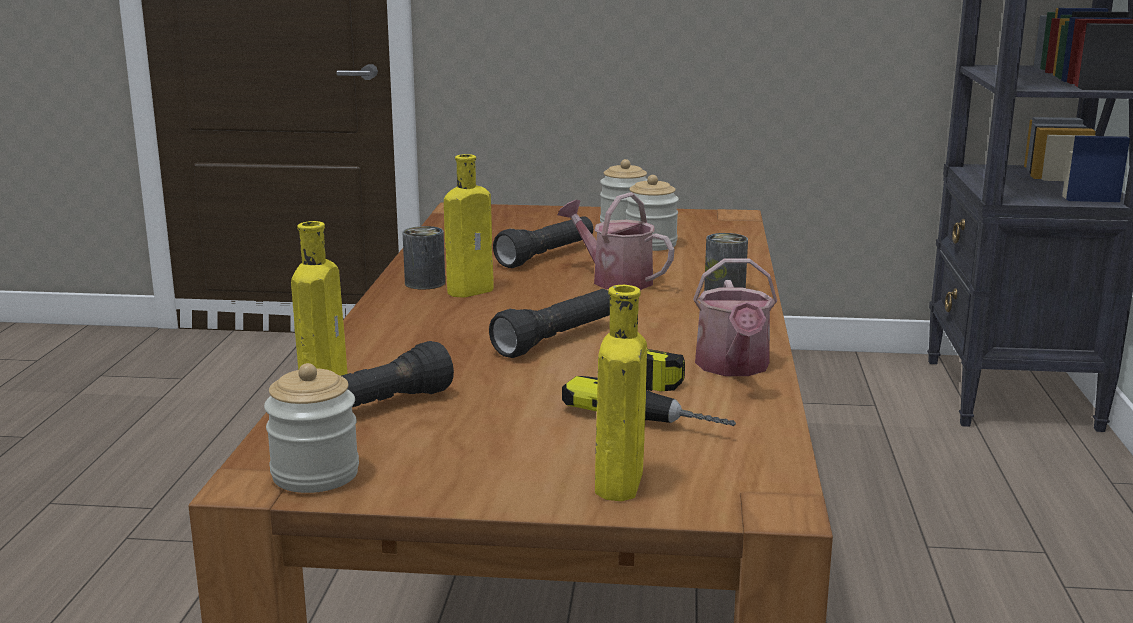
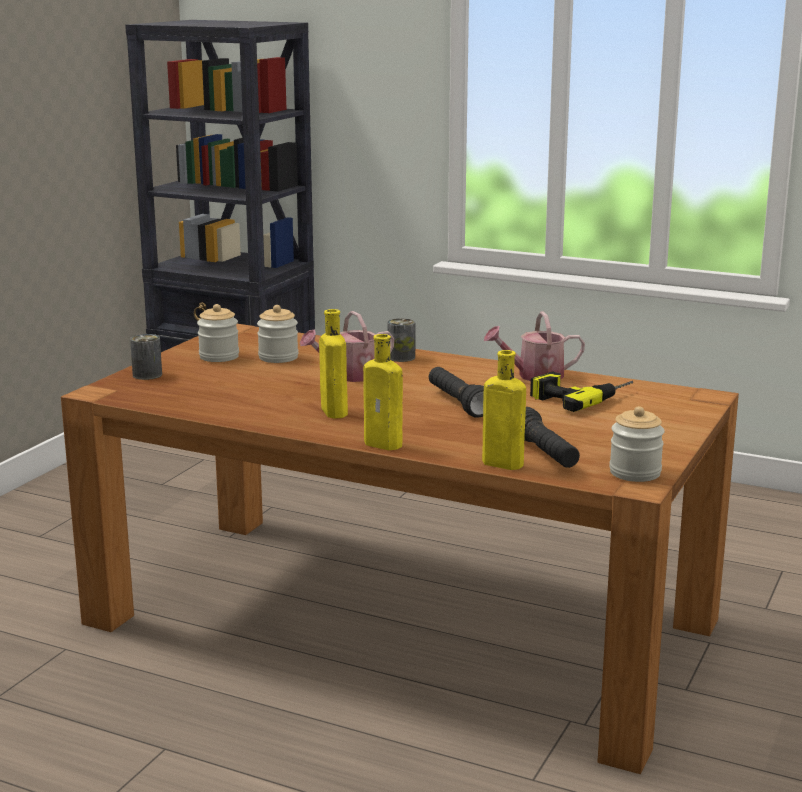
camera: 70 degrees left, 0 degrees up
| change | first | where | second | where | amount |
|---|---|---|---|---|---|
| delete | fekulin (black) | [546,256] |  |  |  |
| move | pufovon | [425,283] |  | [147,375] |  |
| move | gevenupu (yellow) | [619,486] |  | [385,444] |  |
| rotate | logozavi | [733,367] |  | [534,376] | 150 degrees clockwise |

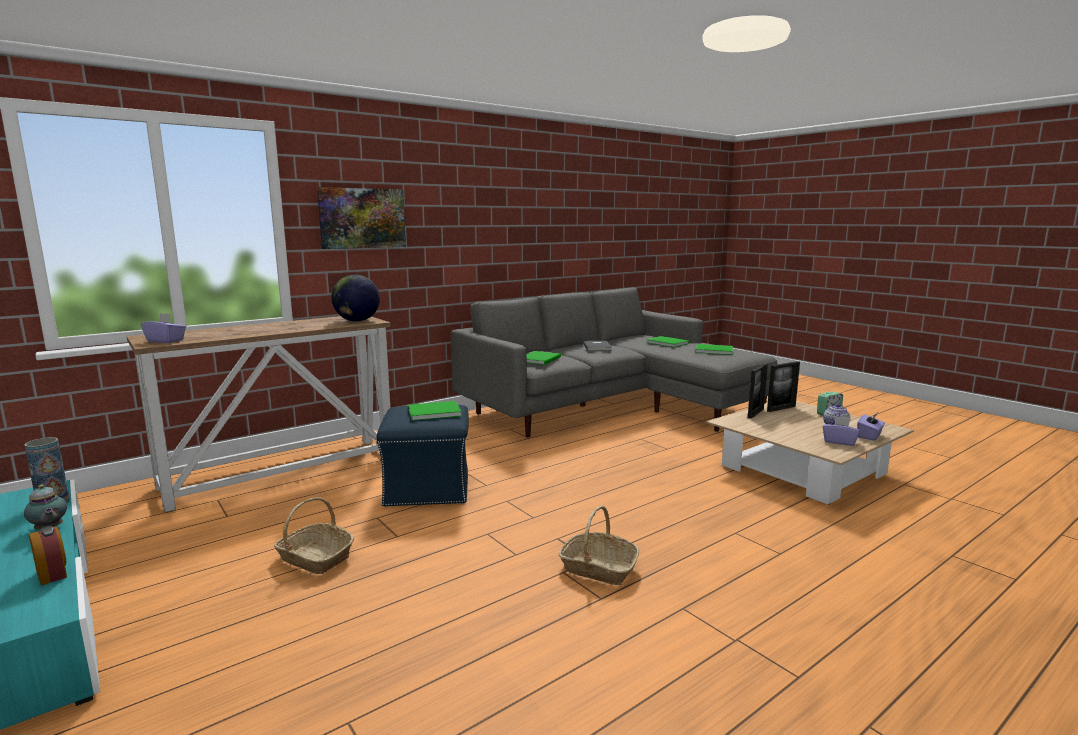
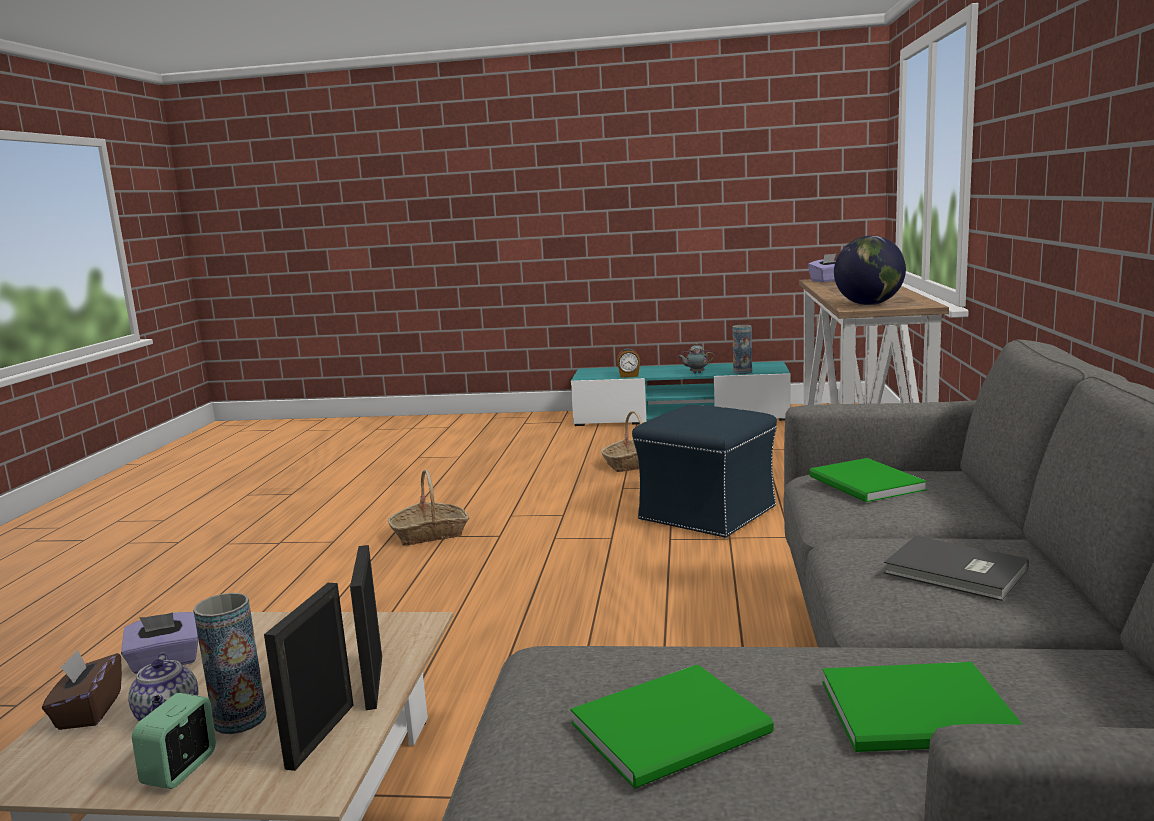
camera: 135 degrees right, 0 degrees up
| change | first | where | second | where | amount |
|---|---|---|---|---|---|
| delete | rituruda | [362,218] |  |  |  |
| delete | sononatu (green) | [432,412] |  |  |  |
| insert |  |  | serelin | [240,719] |  |
| recolor | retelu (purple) | [869,436] | retelu (brown) | [88,711] |  |

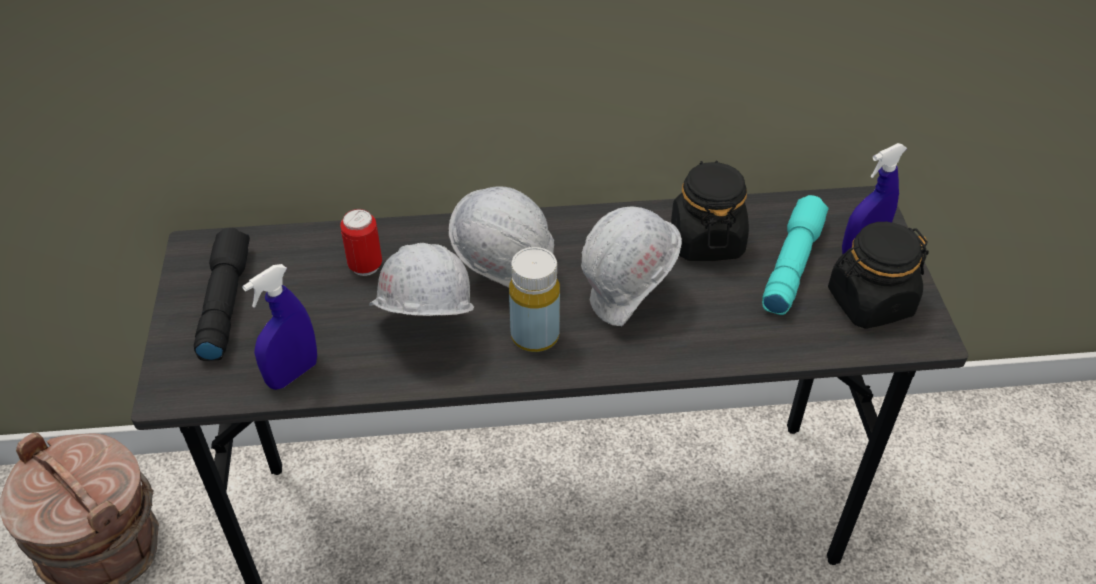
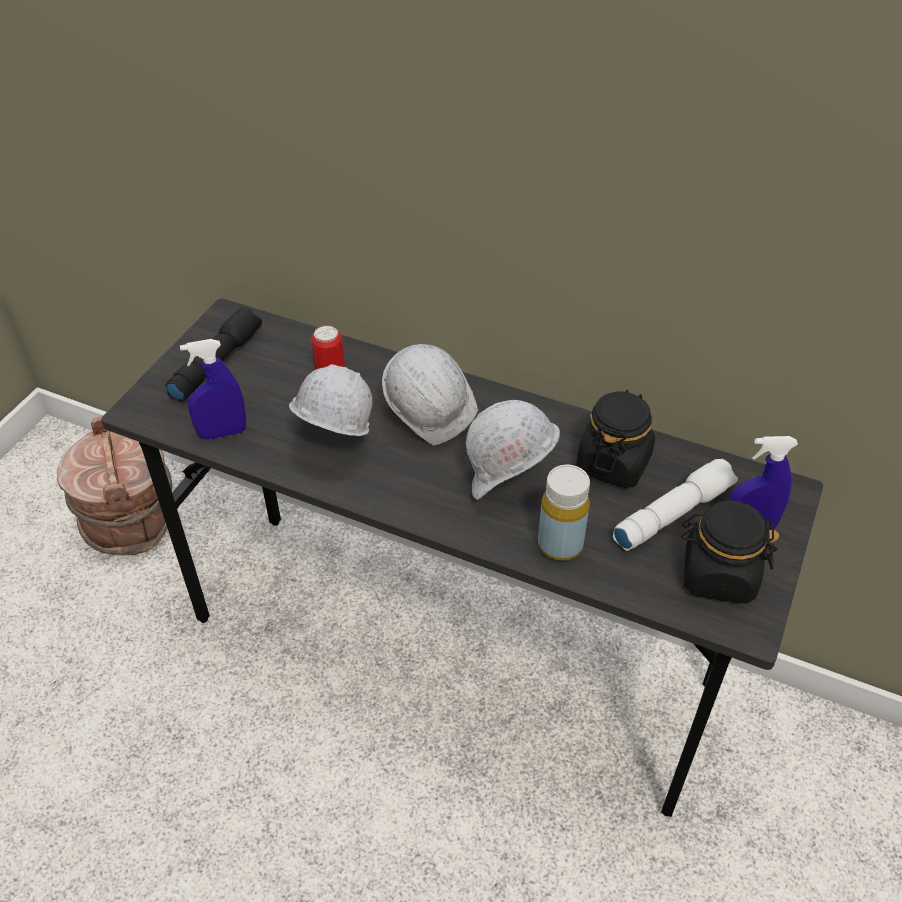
camera: 30 degrees right, 0 degrees up
| change | first | where | second | where | amount |
|---|---|---|---|---|---|
| move | gevenupu (yellow) | [535,336] |  | [560,544] |  |
| recolor | fekulin (turquoise) | [791,263] | fekulin (white) | [672,512] |  |

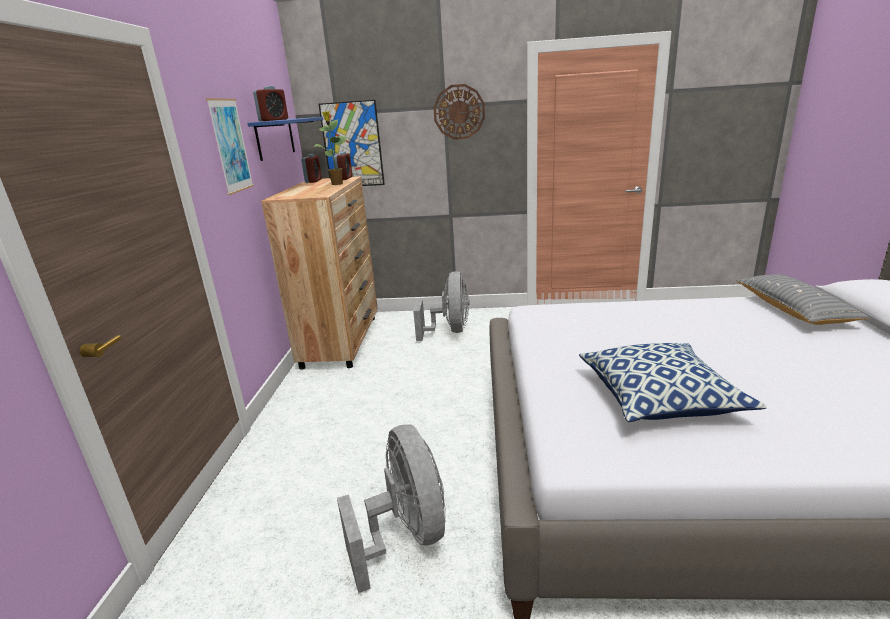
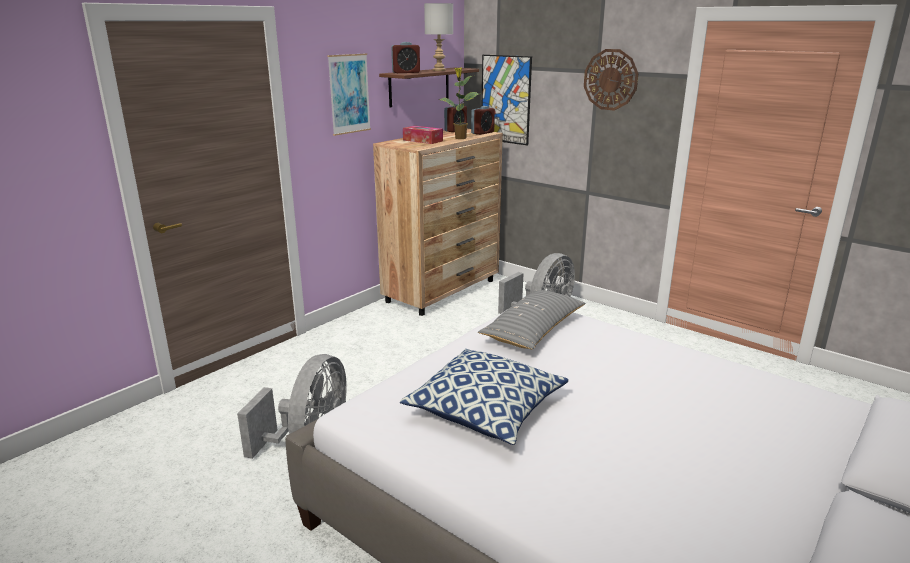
camera: 35 degrees right, 0 degrees up
| change | first | where | second | where | amount |
|---|---|---|---|---|---|
| insert |  |  | retelu | [422,140] |  |
| insert |  |  | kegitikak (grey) | [439,70] |  |
| move | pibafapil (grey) | [793,310] |  | [533,330] |  |
| recolor | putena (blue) | [275,138] | putena (brown) | [419,86] |  |

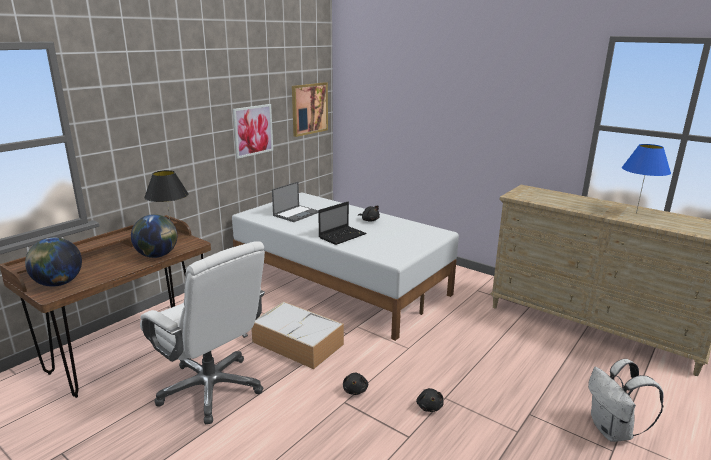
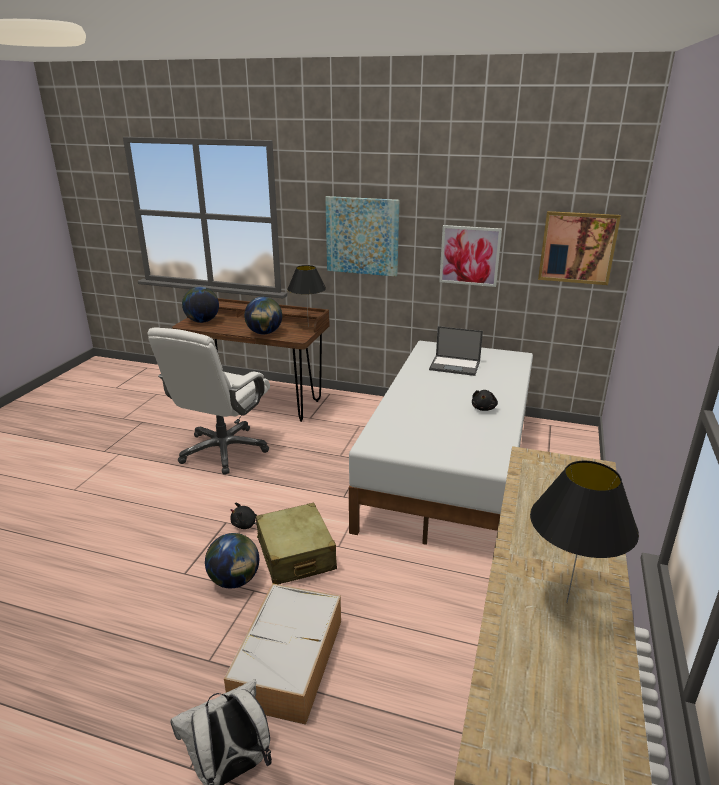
camera: 70 degrees right, 5 degrees up
| change | first | where | second | where | amount |
|---|---|---|---|---|---|
| delete | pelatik | [343,236] |  |  |  |
| insert |  |  | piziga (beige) | [295,555] |  |
| insert |  |  | rituruda | [362,236] |  |
| move | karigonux | [299,343] |  | [288,662] |  |
| replace | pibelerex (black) | [429,406] | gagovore | [235,580] |  |
| recolor | kegitikak (blue) | [636,213] | kegitikak (black) | [566,602] |  |

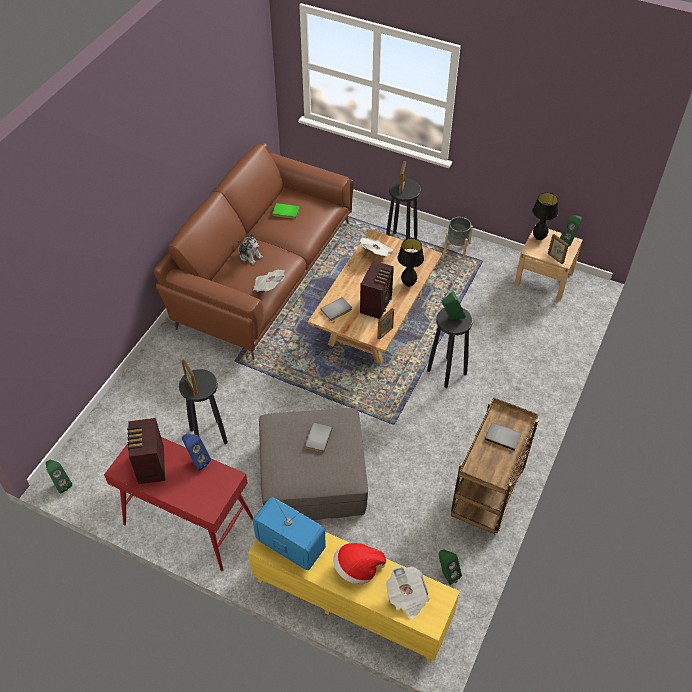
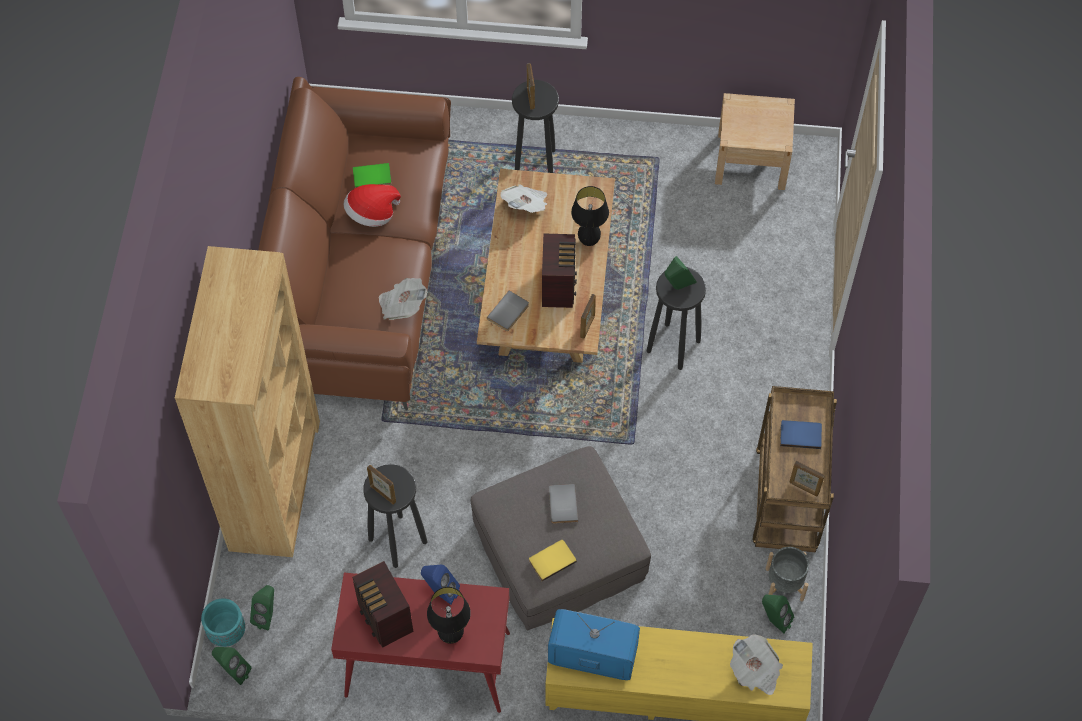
camera: 20 degrees left, 10 degrees up
| change | first | where | second | where | amount |
|---|---|---|---|---|---|
| delete | pibelerex | [250,256] |  |  |  |
| insert |  |  | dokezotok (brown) | [275,484] |  |
| insert |  |  | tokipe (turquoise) | [226,632] |  |
| insert |  |  | sononatu (yellow) | [551,560] |  |
| move | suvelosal | [357,569] |  | [372,214] |  |
| move | tokipe (grey) | [457,247] |  | [784,584] |  |
| move | kegitikak (black) | [539,237] |  | [451,635] |  |
| move | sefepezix | [555,258] |  | [804,488] |  |
| move | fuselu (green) | [569,240] |  | [267,615] |  |
| recolor | sononatu (grey) | [503,436] | sononatu (blue) | [800,434] |  |

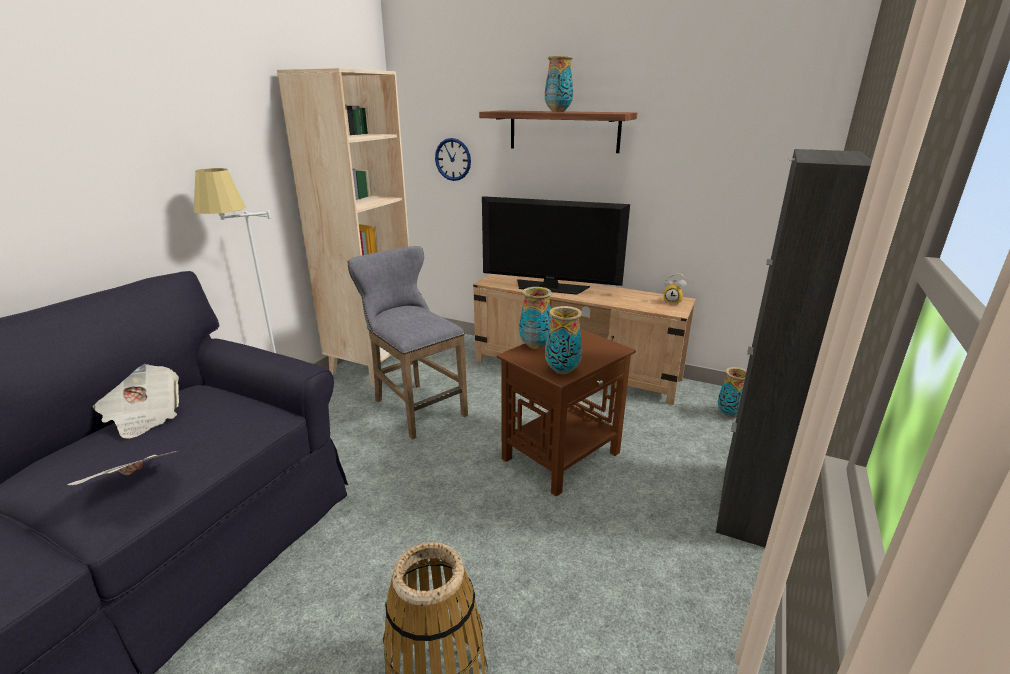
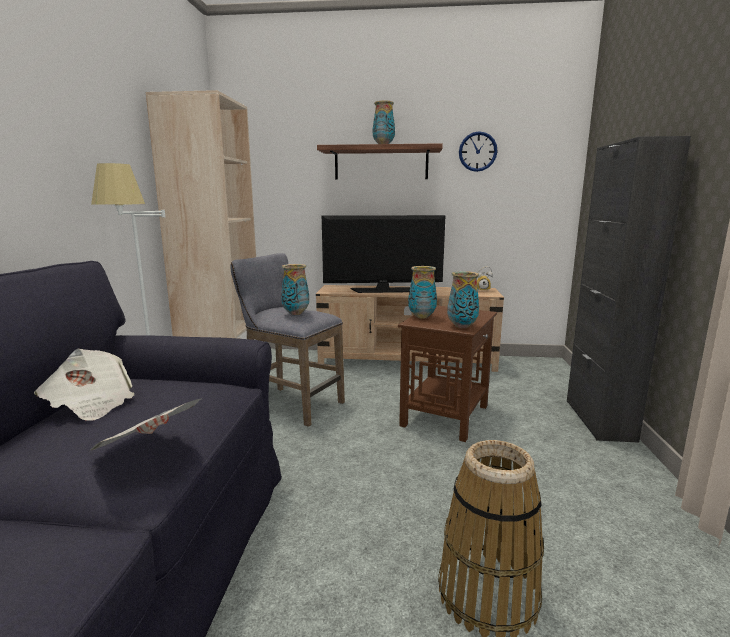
camera: 20 degrees left, 10 degrees down
| change | first | where | second | where | amount |
|---|---|---|---|---|---|
| move | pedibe | [453,159] |  | [477,151] |  |
| move | serelin | [730,414] |  | [296,313] |  |

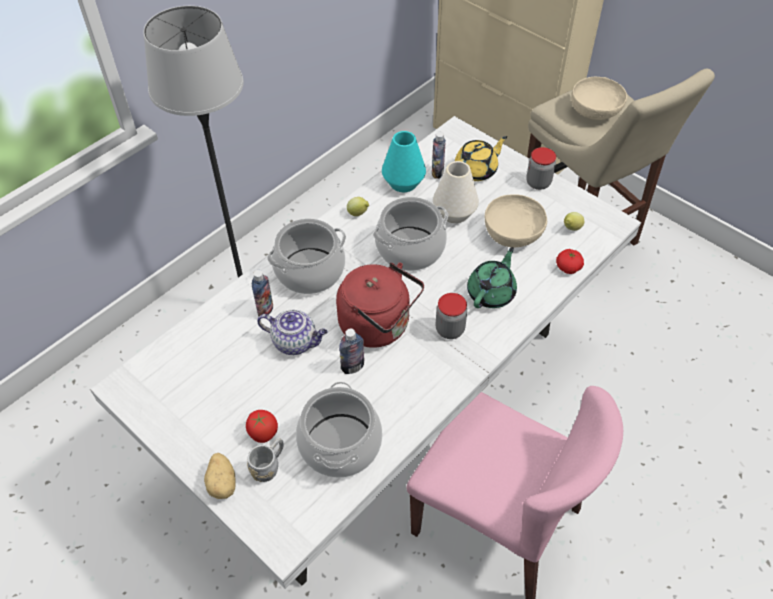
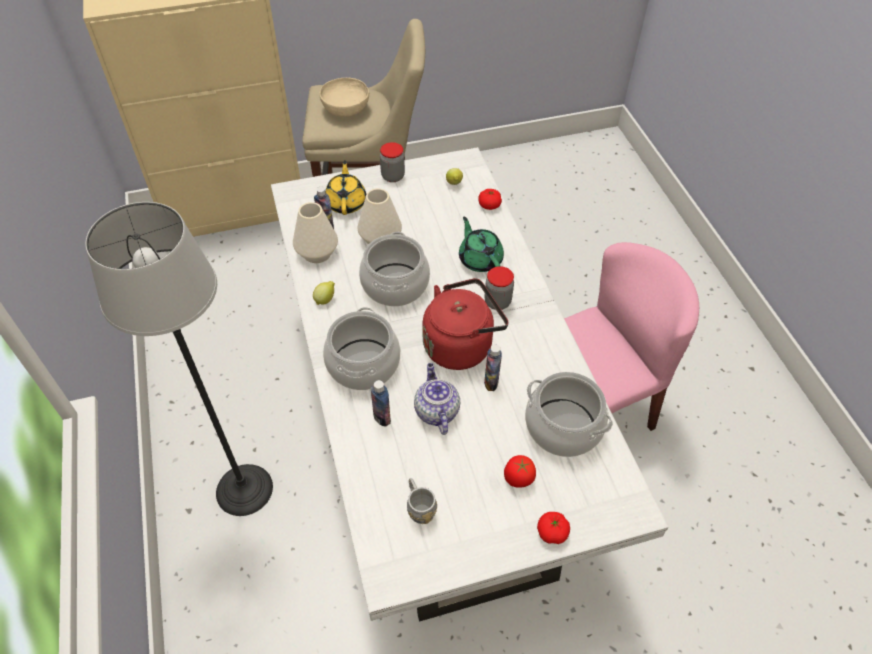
camera: 60 degrees left, 0 degrees up
| change | first | where | second | where | amount |
|---|---|---|---|---|---|
| delete | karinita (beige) | [513,233] |  |  |  |
| move | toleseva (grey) | [269,466] |  | [419,507] |  |
| replace | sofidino | [223,483] | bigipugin | [552,532] |  |
| recolor | serelin (turquoise) | [403,182] | serelin (white) | [317,253] |  |
| rotate | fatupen | [296,342] |  | [436,411] | 60 degrees counterclockwise |

